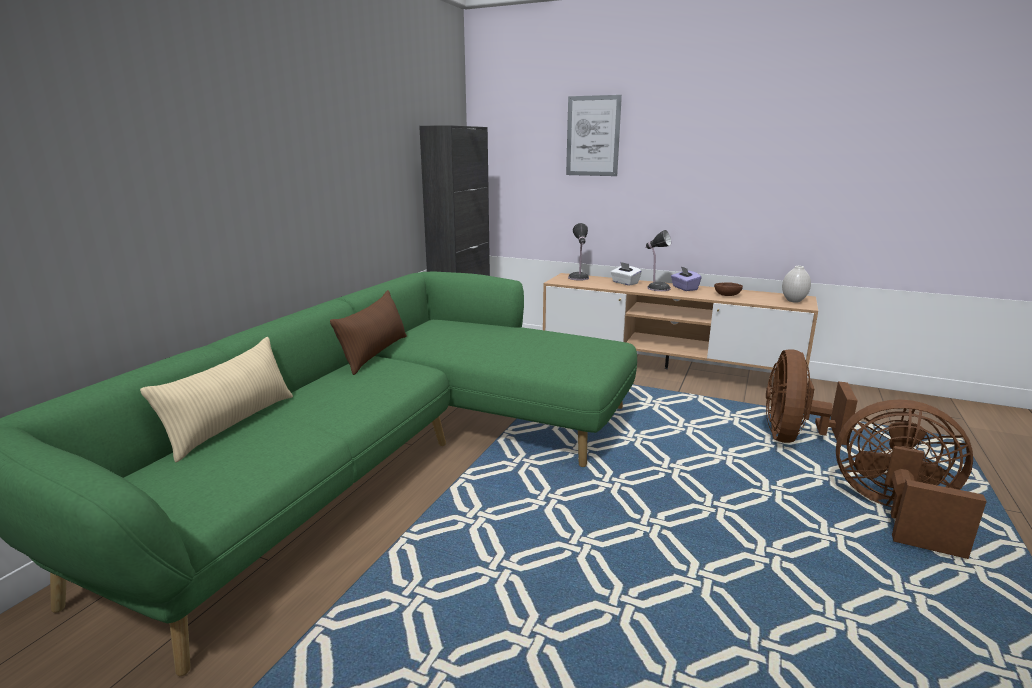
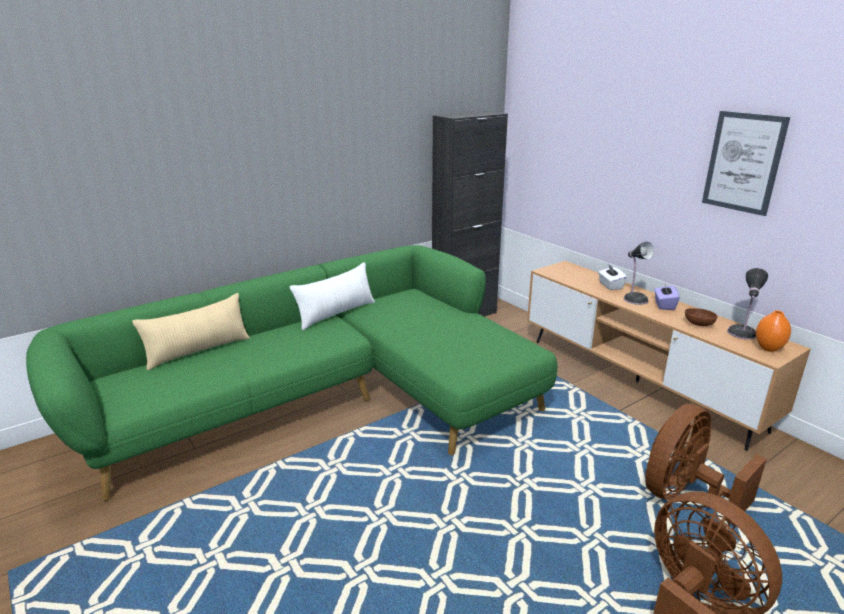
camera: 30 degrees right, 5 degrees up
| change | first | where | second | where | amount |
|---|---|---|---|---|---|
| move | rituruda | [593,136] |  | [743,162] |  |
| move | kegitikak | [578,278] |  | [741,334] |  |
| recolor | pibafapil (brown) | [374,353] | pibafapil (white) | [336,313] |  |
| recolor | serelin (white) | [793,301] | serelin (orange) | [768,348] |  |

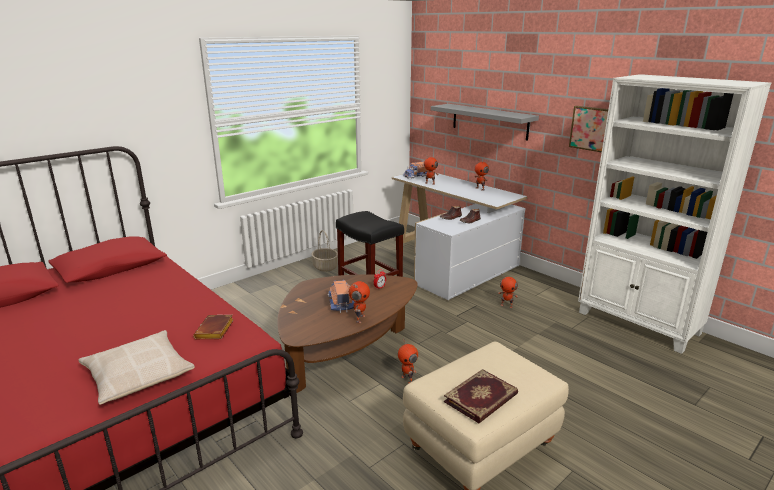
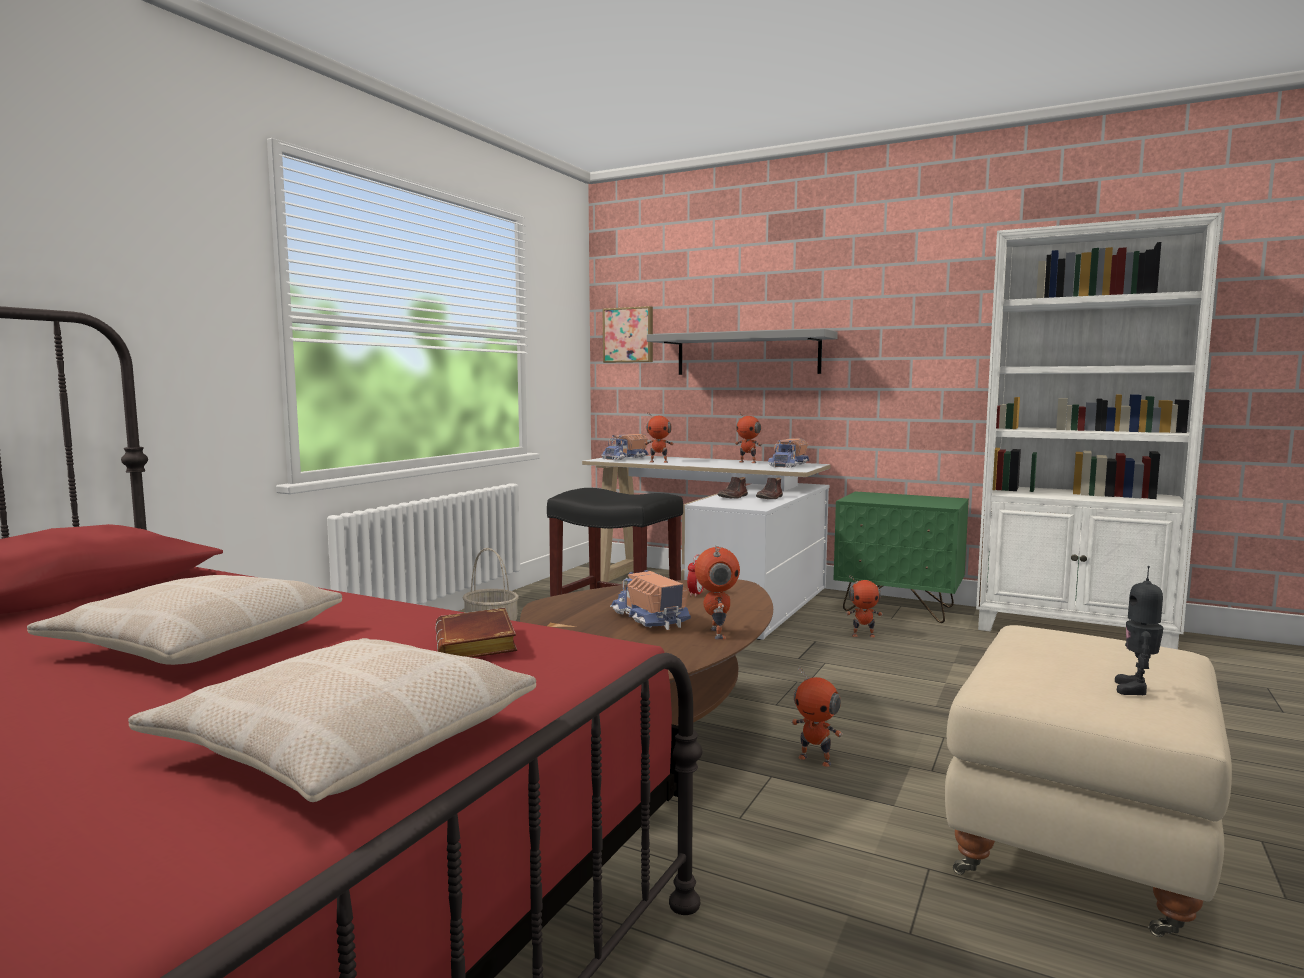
camera: 20 degrees left, 15 degrees down
| change | first | where | second | where | amount |
|---|---|---|---|---|---|
| insert |  |  | pibafapil (beige) | [197,642] |  |
| insert |  |  | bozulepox | [789,465] |  |
| insert |  |  | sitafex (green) | [899,609] |  |
| move | rituruda | [592,128] |  | [629,335] |  |
| replace | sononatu | [481,398] | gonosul | [1136,689] |  |

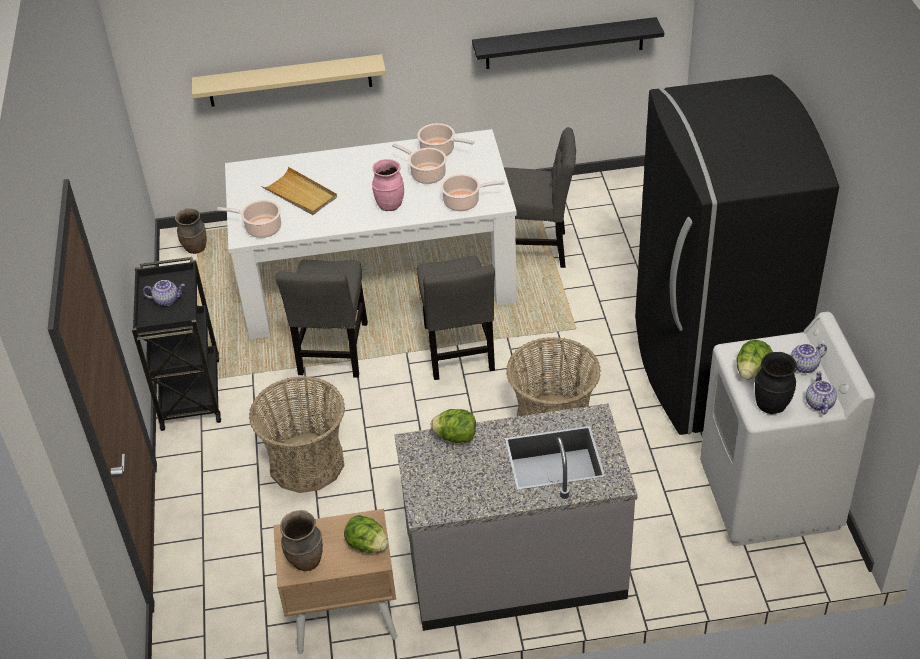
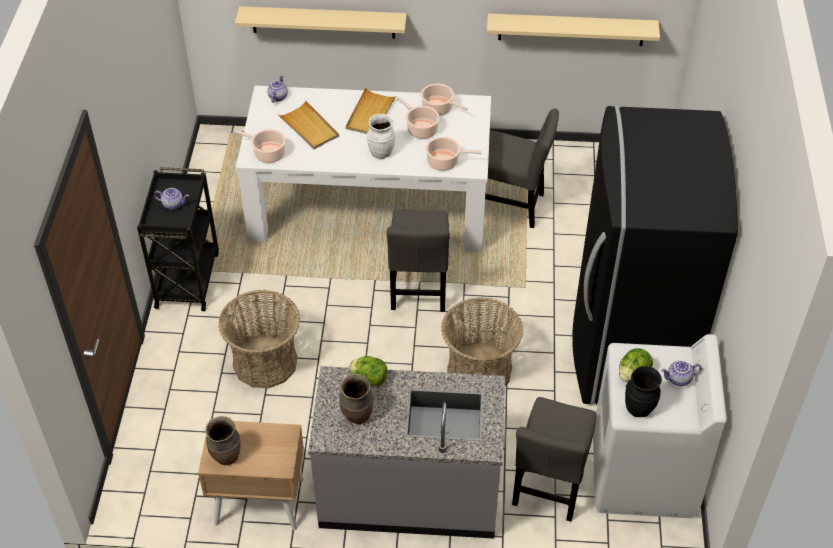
camera: 10 degrees right, 5 degrees up
| change | first | where | second | where | amount |
|---|---|---|---|---|---|
| delete | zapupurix | [367,545] |  |  |  |
| insert |  |  | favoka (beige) | [370,114] |  |
| move | serelin (brown) | [195,248] |  | [357,415] |  |
| move | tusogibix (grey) | [333,352] |  | [549,485] |  |
| move | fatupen | [818,403] |  | [277,97] |  |
| recolor | serelin (pink) | [389,205] | serelin (white) | [381,152] |  |
| recolor | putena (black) | [564,43] | putena (beige) | [571,29] |  |

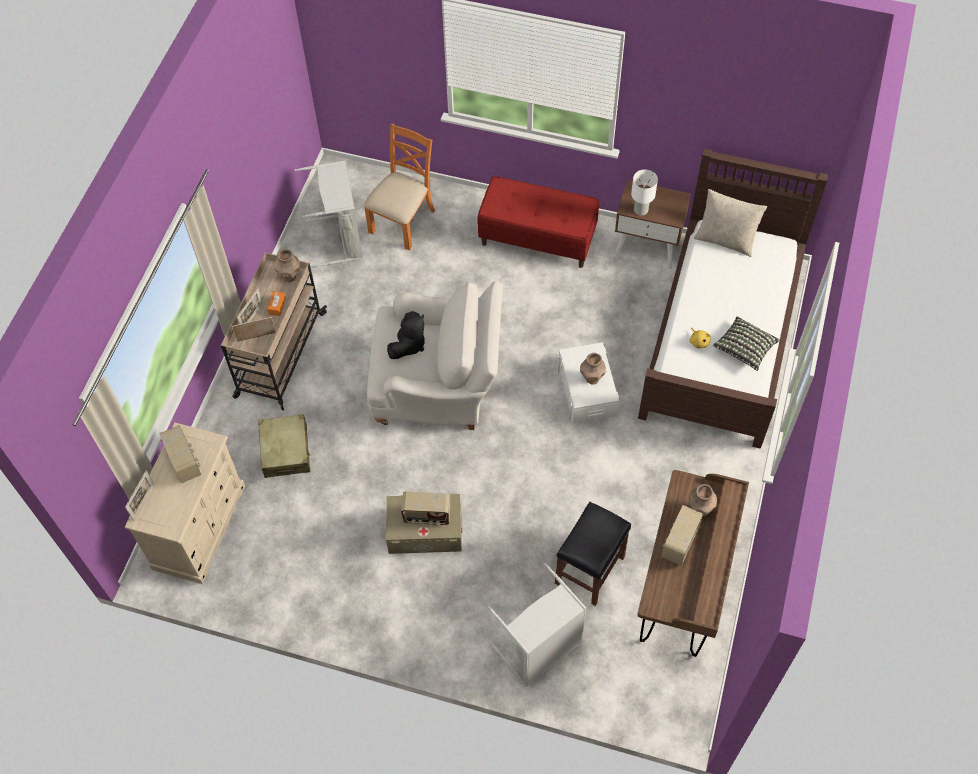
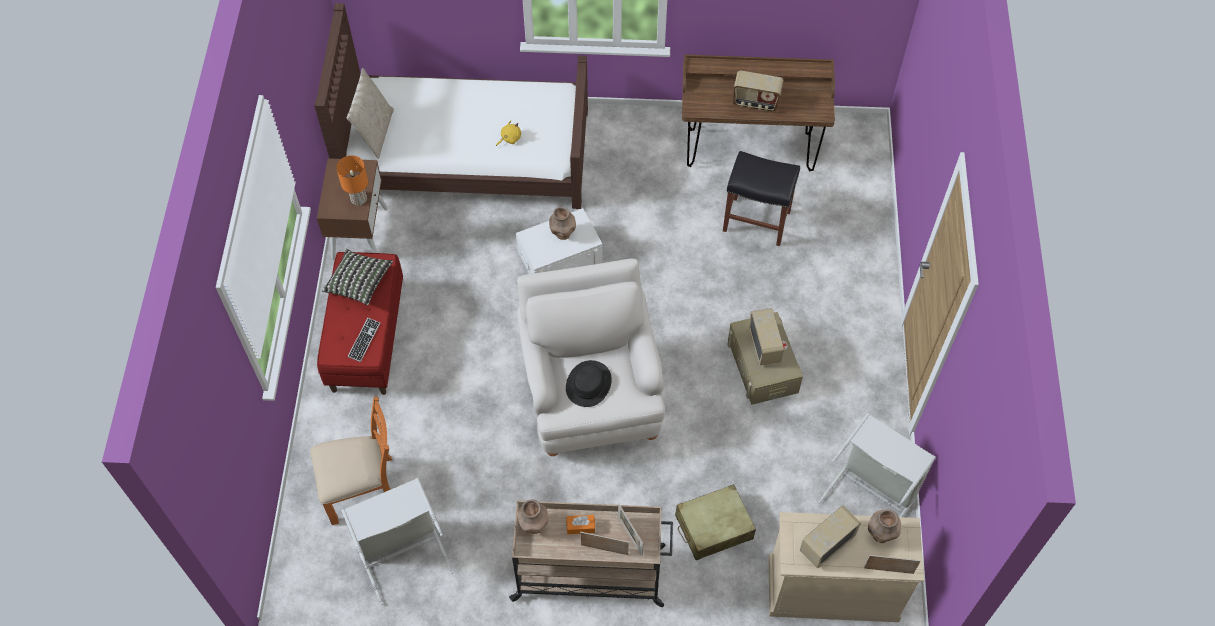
camera: 105 degrees left, 0 degrees up
| change | first | where | second | where | amount |
|---|---|---|---|---|---|
| insert |  |  | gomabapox | [364,340] |  |
| move | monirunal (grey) | [540,650] |  | [871,494] |  |
| move | serelin (brown) | [699,509] |  | [880,535] |  |
| move | pibafapil | [744,349] |  | [359,283] |  |
| replace | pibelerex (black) | [409,345] | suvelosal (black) | [588,384] |  |
| recolor | kegitikak (white) | [640,210] | kegitikak (orange) | [358,199] |  |
| rotate | tusogibix (orange) | [403,221] |  | [363,489] | 150 degrees clockwise |

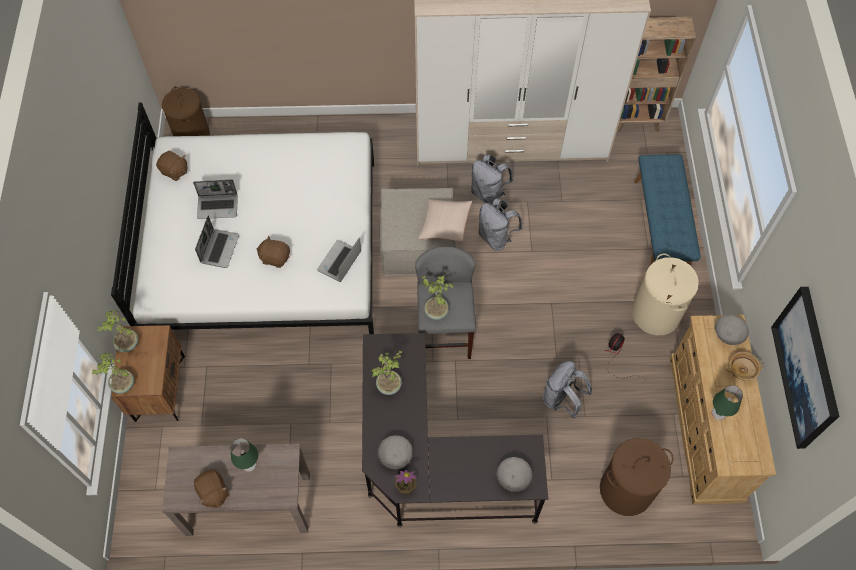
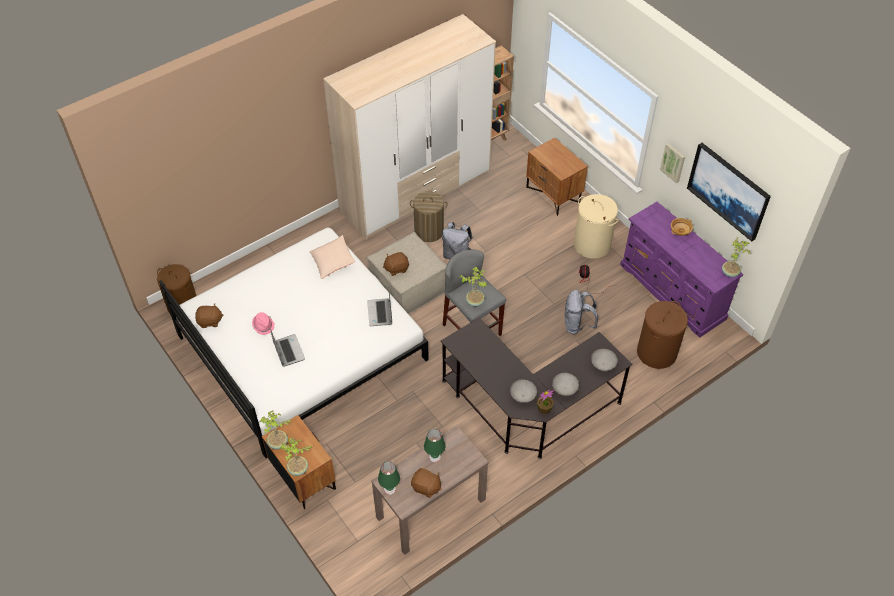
camera: 35 degrees left, 10 degrees down
| change | first | where | second | where | amount |
|---|---|---|---|---|---|
| insert |  |  | rituruda | [673,162] |  |
| move | pibelerex (brown) | [275,257] |  | [396,268] |  |
| move | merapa | [389,386] |  | [730,272] |  |
| move | pibafapil (beige) | [445,224] |  | [332,261] |  |
| move | kegitikak (green) | [719,413] |  | [390,489] |  |
| move | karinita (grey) | [728,334] |  | [564,389] |  |
| replace | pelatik | [218,206] | suvelosal (pink) | [263,325] |  |
| replace | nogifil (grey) | [488,193] | monirunal | [429,231] |  |
| replace | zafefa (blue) | [660,227] | sitafex (brown) | [553,194] |  |
| recolor | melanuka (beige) | [705,428] | melanuka (purple) | [672,292] |  |

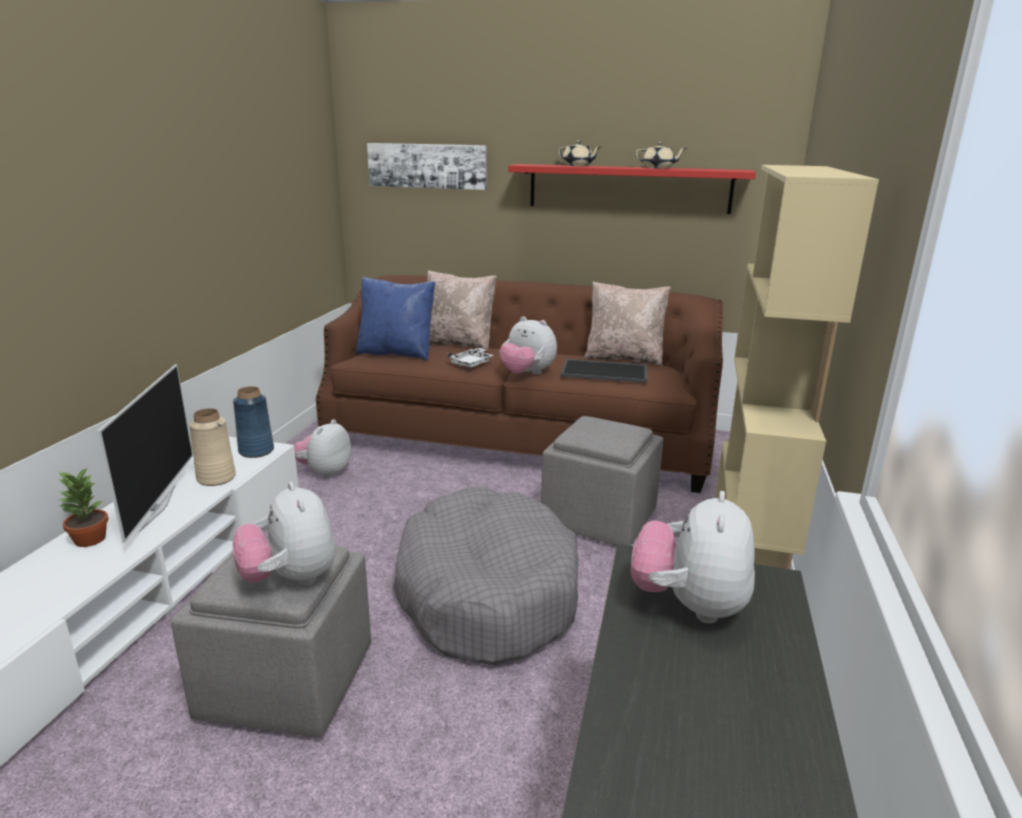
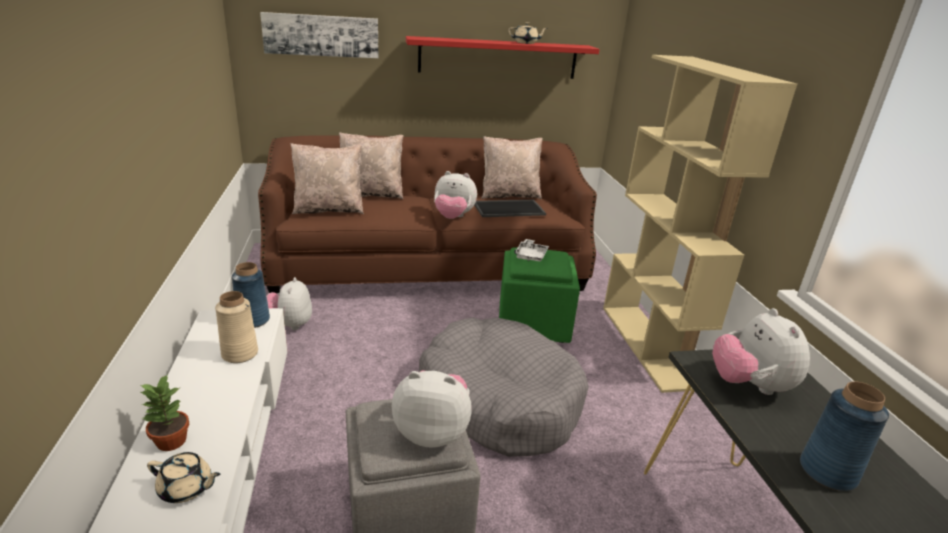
camera: 25 degrees left, 5 degrees up
| change | first | where | second | where | amount |
|---|---|---|---|---|---|
| delete | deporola | [156,508] |  |  |  |
| insert |  |  | serelin (blue) | [827,472] |  |
| move | favoka (white) | [472,363] |  | [531,255] |  |
| move | fatupen (beige) | [578,166] |  | [186,488] |  |
| recolor | pibafapil (blue) | [397,353] | pibafapil (beige) | [329,209] |  |
| recolor | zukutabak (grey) | [598,517] | zukutabak (green) | [532,322] |  |
| rotate | pibelerex | [291,579] |  | [432,432] | 150 degrees clockwise |

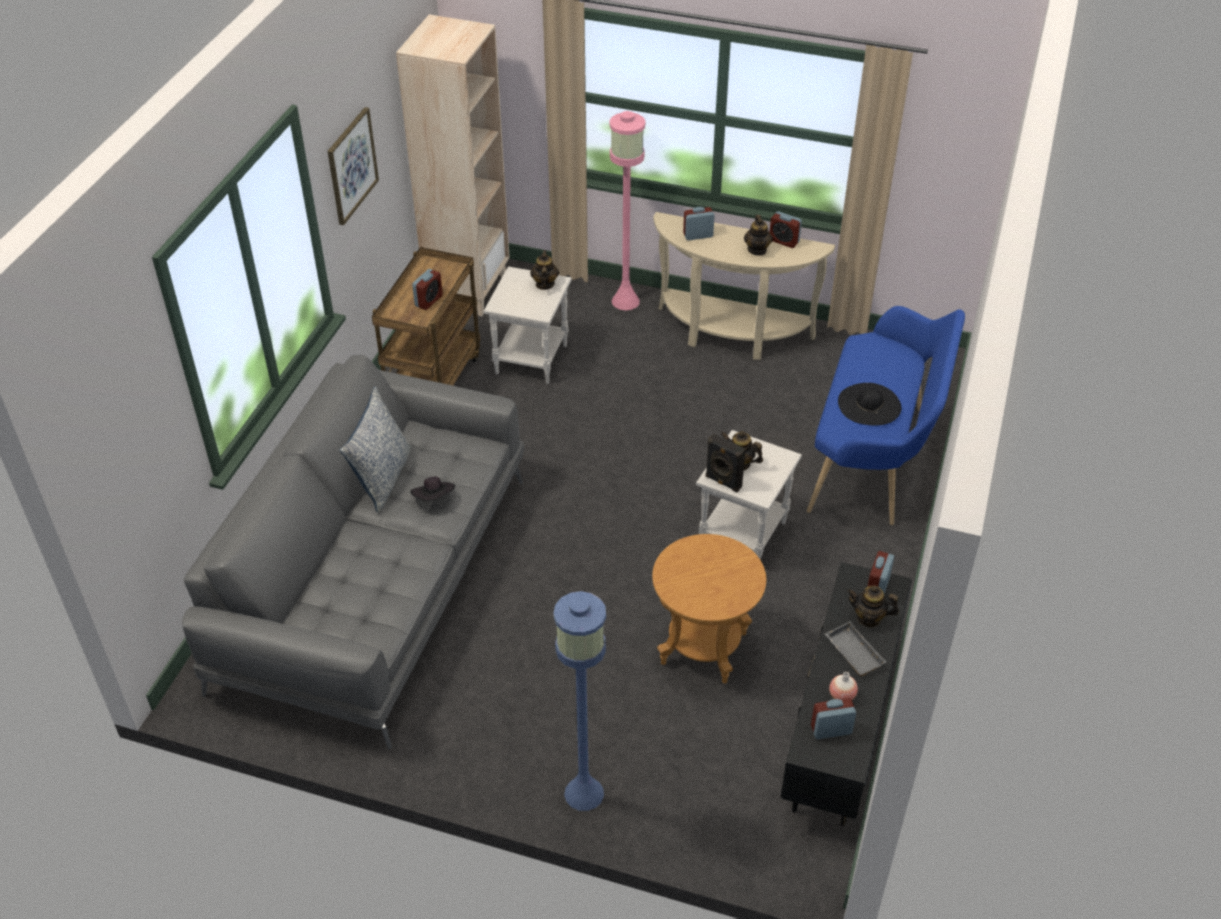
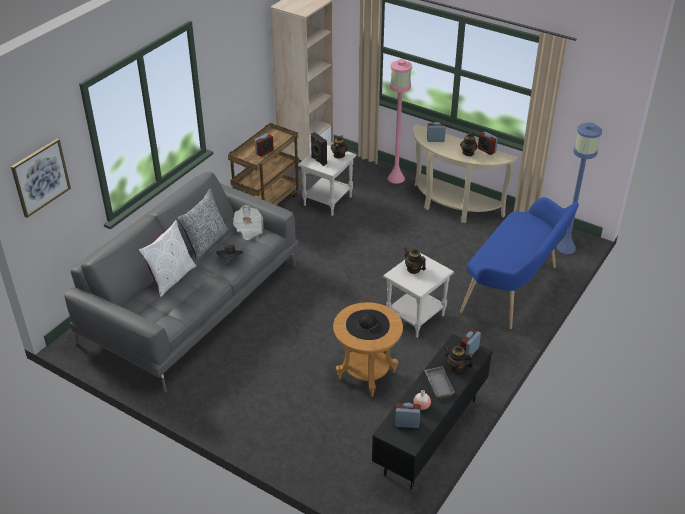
camera: 15 degrees right, 5 degrees down
| change | first | where | second | where | amount |
|---|---|---|---|---|---|
| insert |  |  | pibafapil (white) | [171,278] |  |
| insert |  |  | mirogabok | [249,229] |  |
| move | rituruda | [351,165] |  | [40,177] |  |
| move | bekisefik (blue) | [583,794] |  | [565,248] |  |
| move | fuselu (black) | [722,482] |  | [318,161] |  |
| move | suvelosal (black) | [869,404] |  | [367,324] |  |

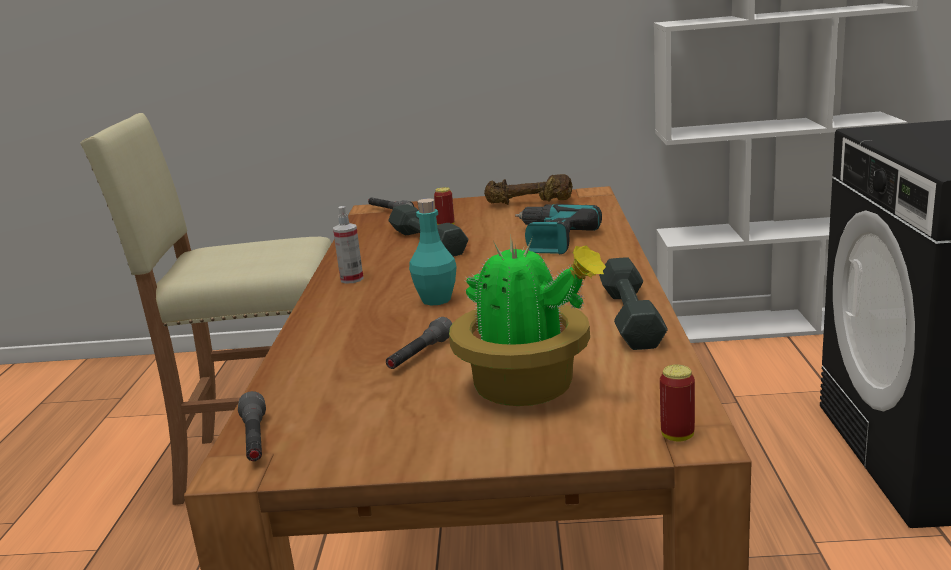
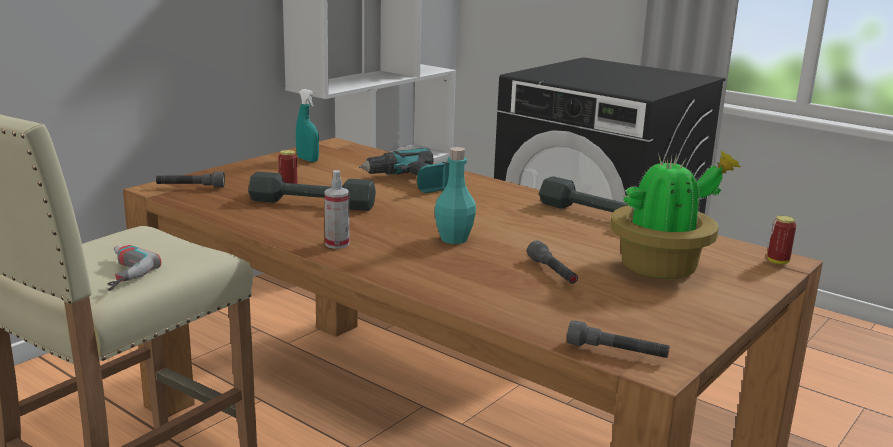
camera: 55 degrees left, 0 degrees up
| change | first | where | second | where | amount |
|---|---|---|---|---|---|
| insert |  |  | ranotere | [115,274] |  |
| replace | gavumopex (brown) | [528,203] | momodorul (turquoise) | [307,160] |  |

